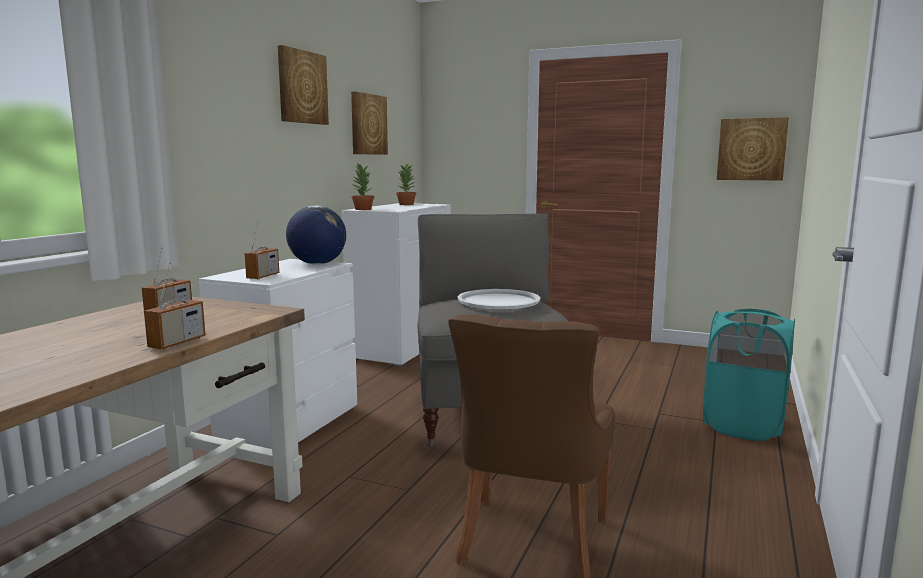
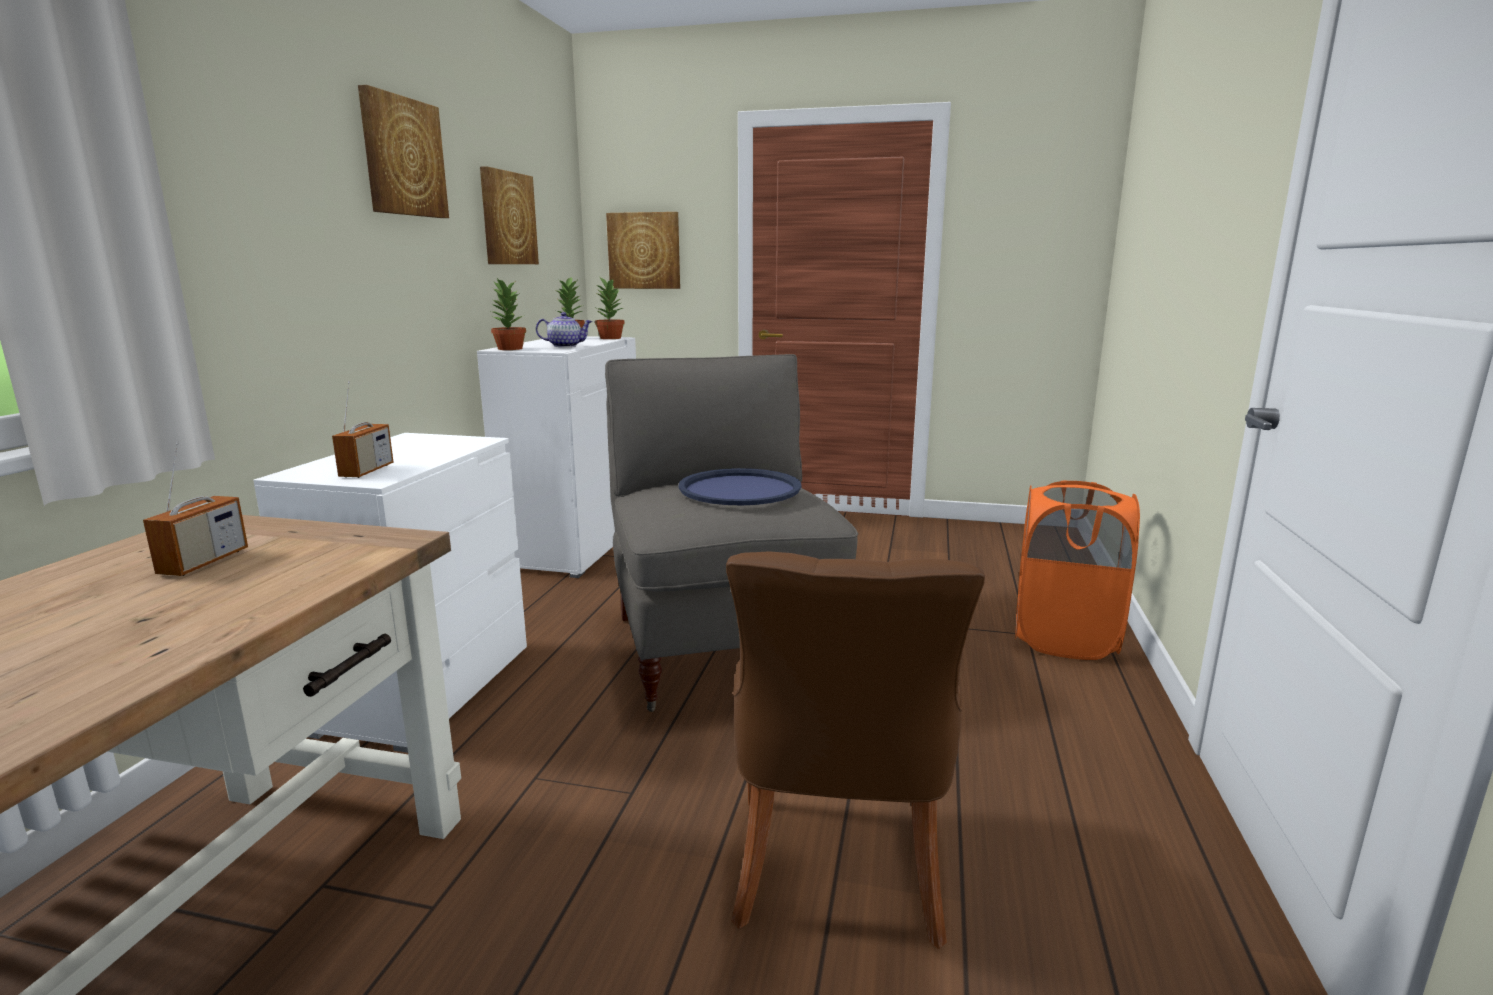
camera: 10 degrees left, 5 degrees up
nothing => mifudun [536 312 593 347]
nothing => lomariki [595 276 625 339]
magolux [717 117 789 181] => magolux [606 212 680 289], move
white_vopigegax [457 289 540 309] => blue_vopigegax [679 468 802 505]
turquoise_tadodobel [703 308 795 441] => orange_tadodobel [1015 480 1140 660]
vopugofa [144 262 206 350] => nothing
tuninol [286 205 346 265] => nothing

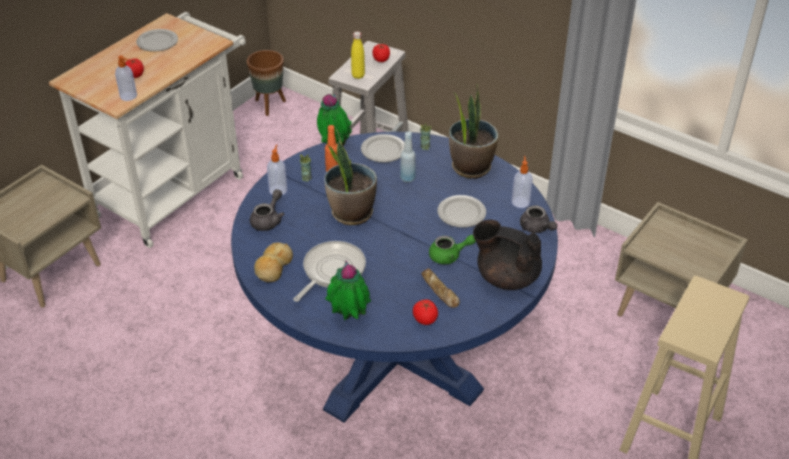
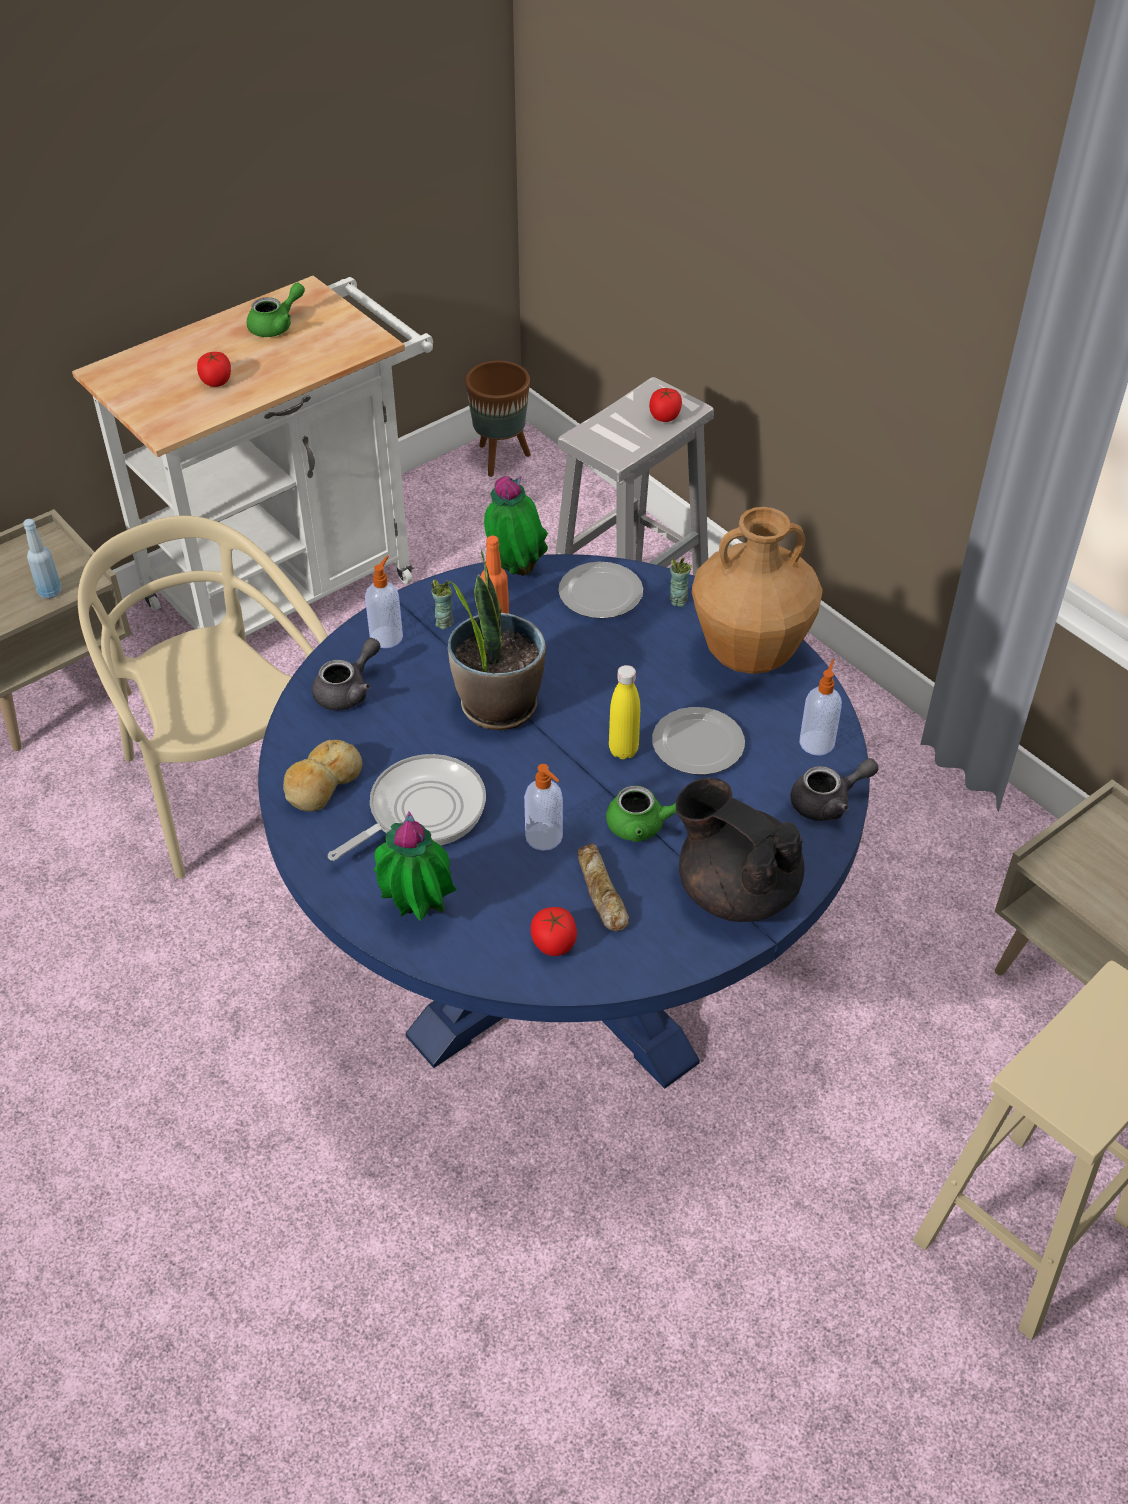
camera: 15 degrees right, 5 degrees up
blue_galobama [400 132 416 183] => blue_galobama [23 519 62 599], move
nothing => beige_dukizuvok [78 516 328 879]
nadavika [136 29 178 52] => green_mifudun [247 283 305 337]
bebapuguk [115 55 137 101] => bebapuguk [524 764 563 851], move
yellow_galobama [351 31 365 79] => yellow_galobama [609 665 640 759], move
lomariki [449 84 498 179] => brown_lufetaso [692 507 823 674]
grey_mifudun [520 205 557 233] => grey_mifudun [790 758 879 821], 90 degrees counterclockwise

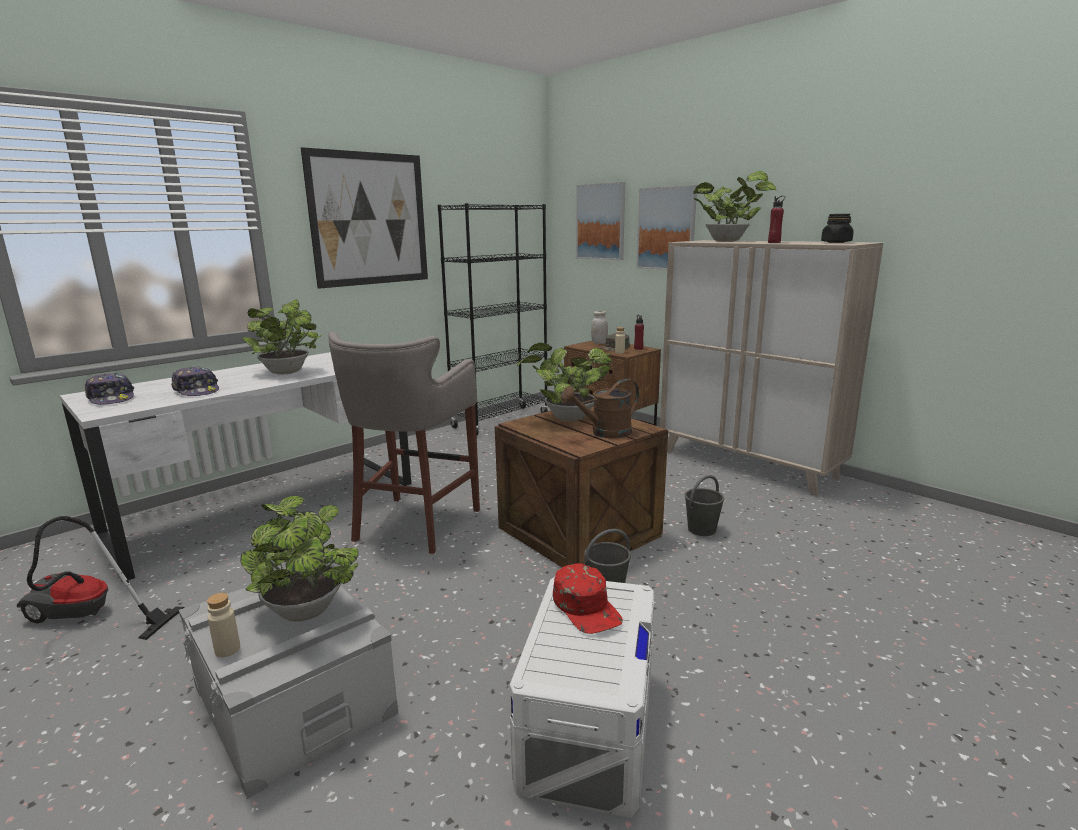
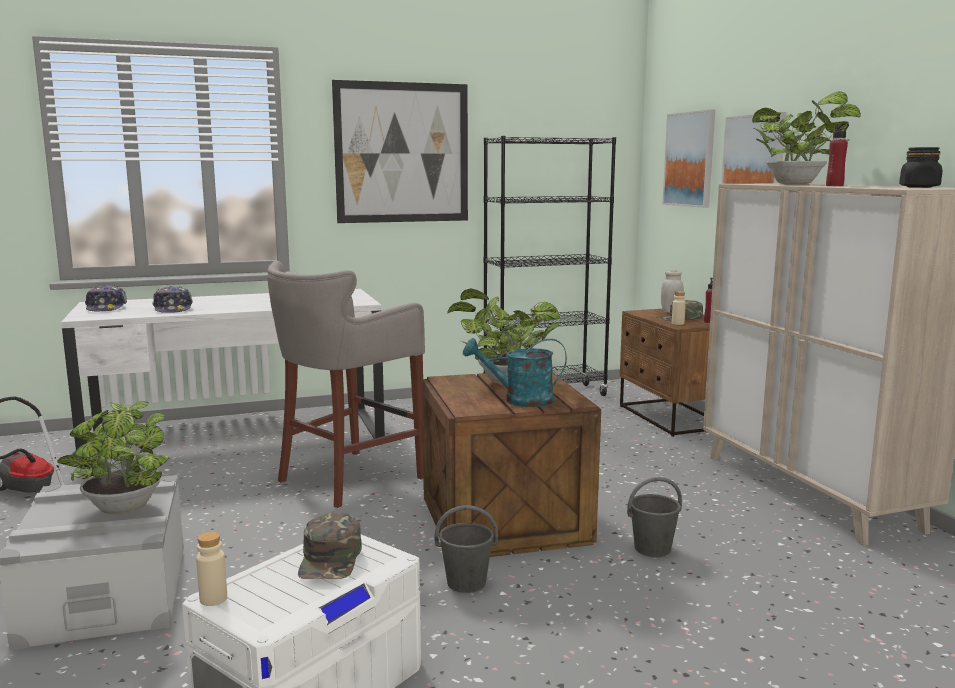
camera: 25 degrees right, 5 degrees down
beige_galobama [207 593 240 657] => beige_galobama [196 531 227 606], move
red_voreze [553 563 623 634] => green_voreze [298 512 362 579]
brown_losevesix [561 379 639 438] => turquoise_losevesix [463 338 567 407]
lomariki [242 299 322 374] => nothing

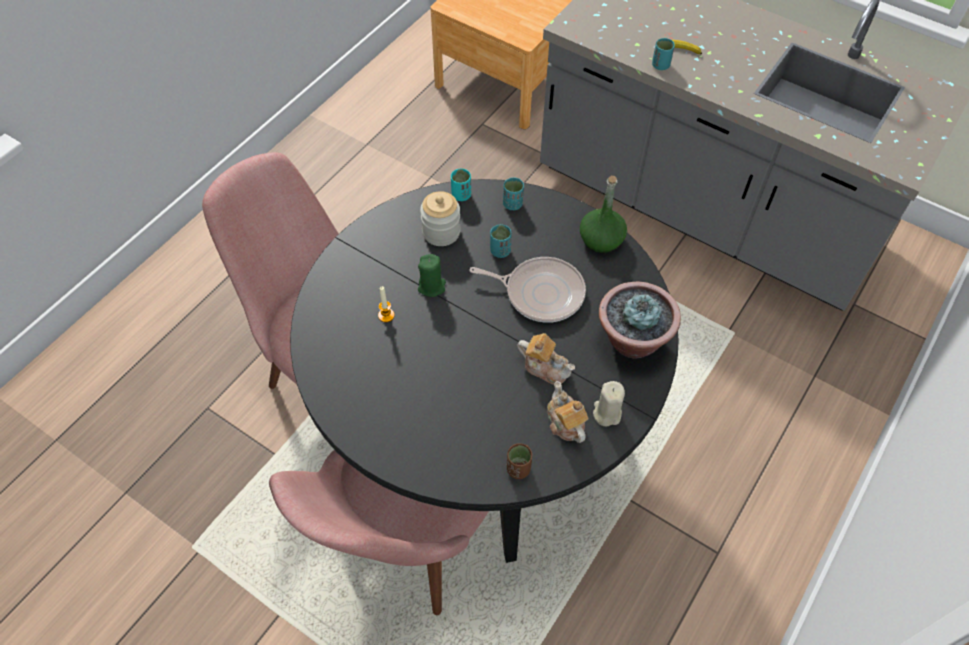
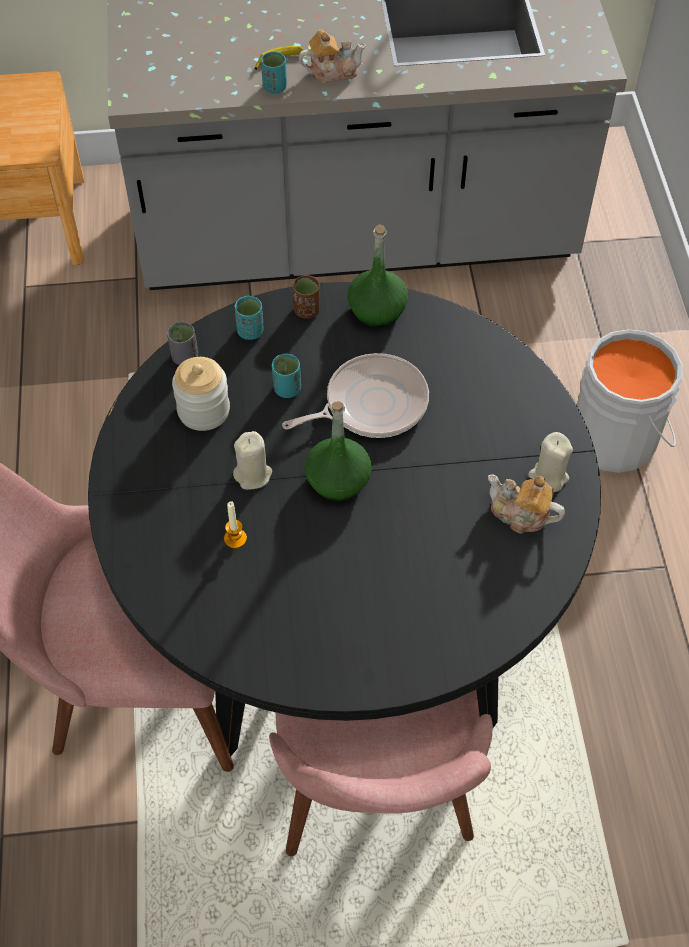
camera: 40 degrees left, 0 degrees up
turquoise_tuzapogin [451 168 471 201] => grey_tuzapogin [167 322 198 365]
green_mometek [418 254 446 297] => beige_mometek [233 431 272 490]
brown_tuzapogin [507 443 532 479] => brown_tuzapogin [293 275 320 319], move
mifudun [517 333 575 385] => mifudun [299 30 366 83], move
nothing => green_galobama [305 401 372 501]
nothing => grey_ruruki [577 329 683 473]
lomariki [599 281 681 358] => nothing

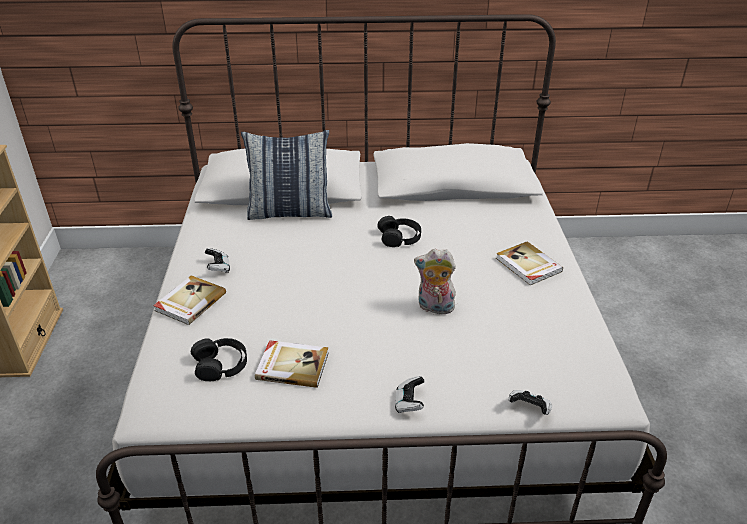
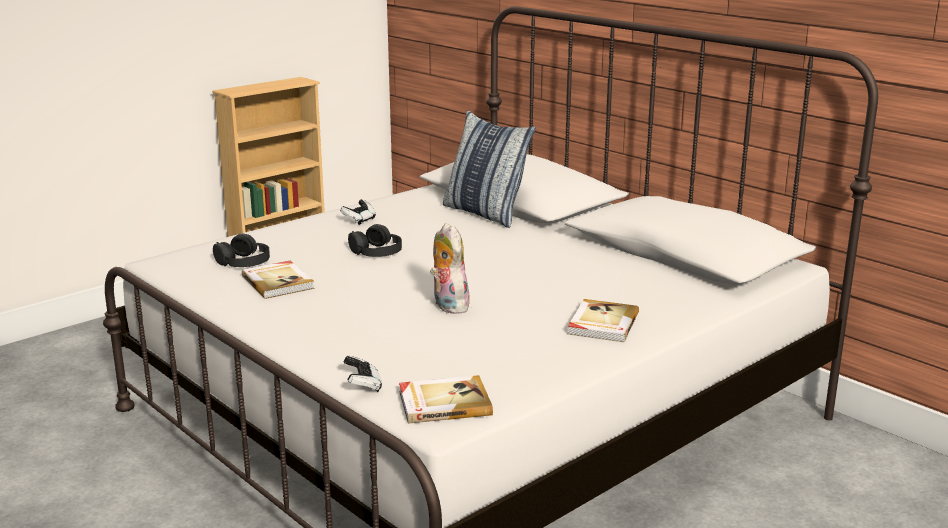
camera: 50 degrees right, 15 degrees down
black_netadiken [377 216 421 247] => black_netadiken [348 224 402 257], move
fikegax [153 275 226 325] => fikegax [399 375 493 424], move
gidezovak [395 376 425 413] => nothing

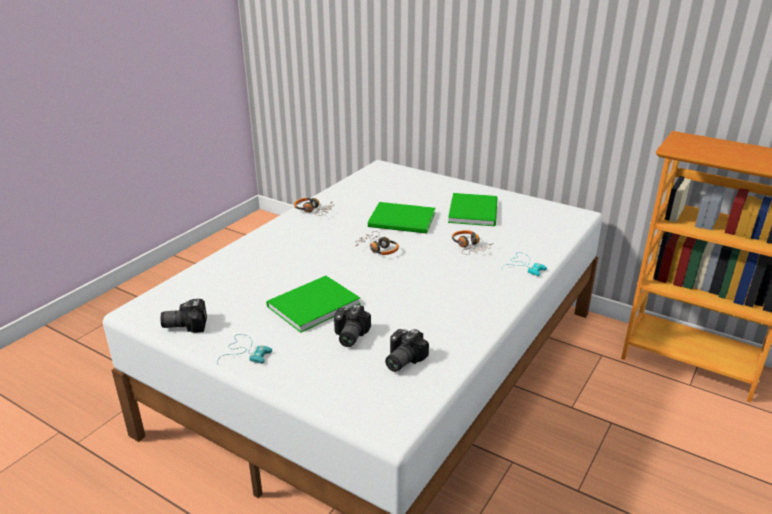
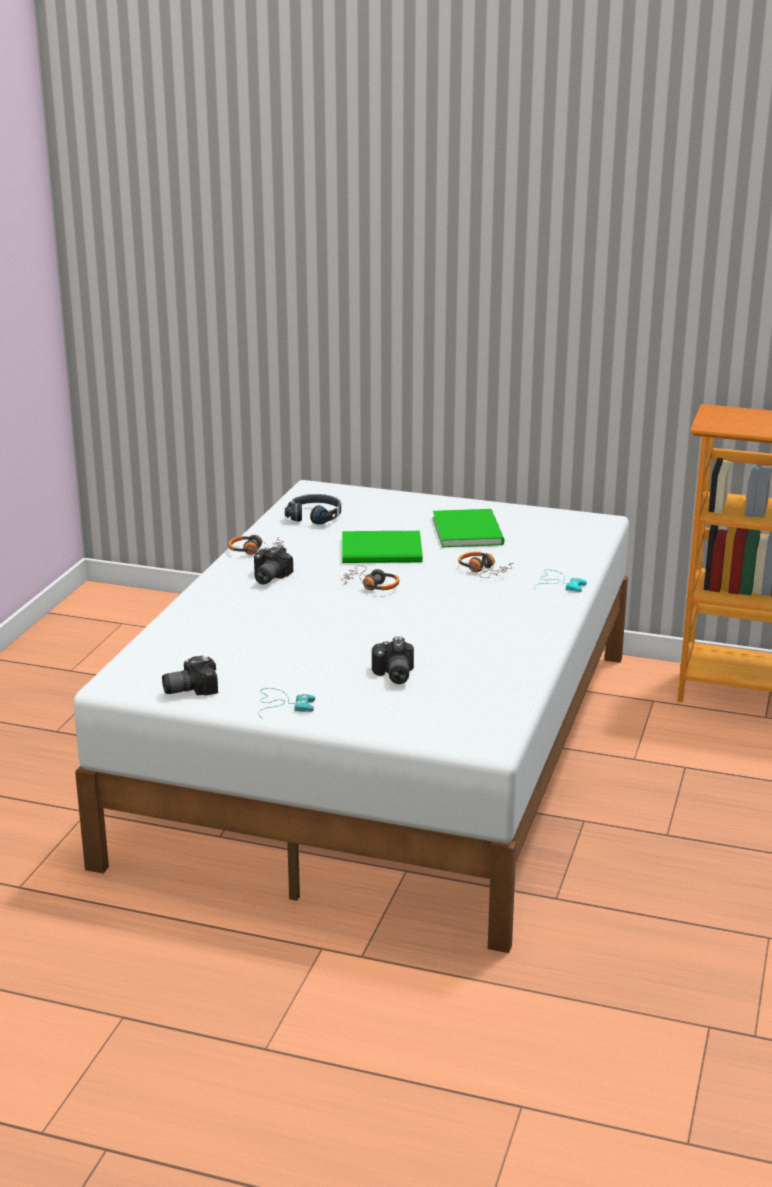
camera: 15 degrees left, 5 degrees down
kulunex [385 329 429 372] => kulunex [254 545 293 584], move
nothing => black_netadiken [285 494 341 524]
green_fikegax [266 276 361 333] => nothing

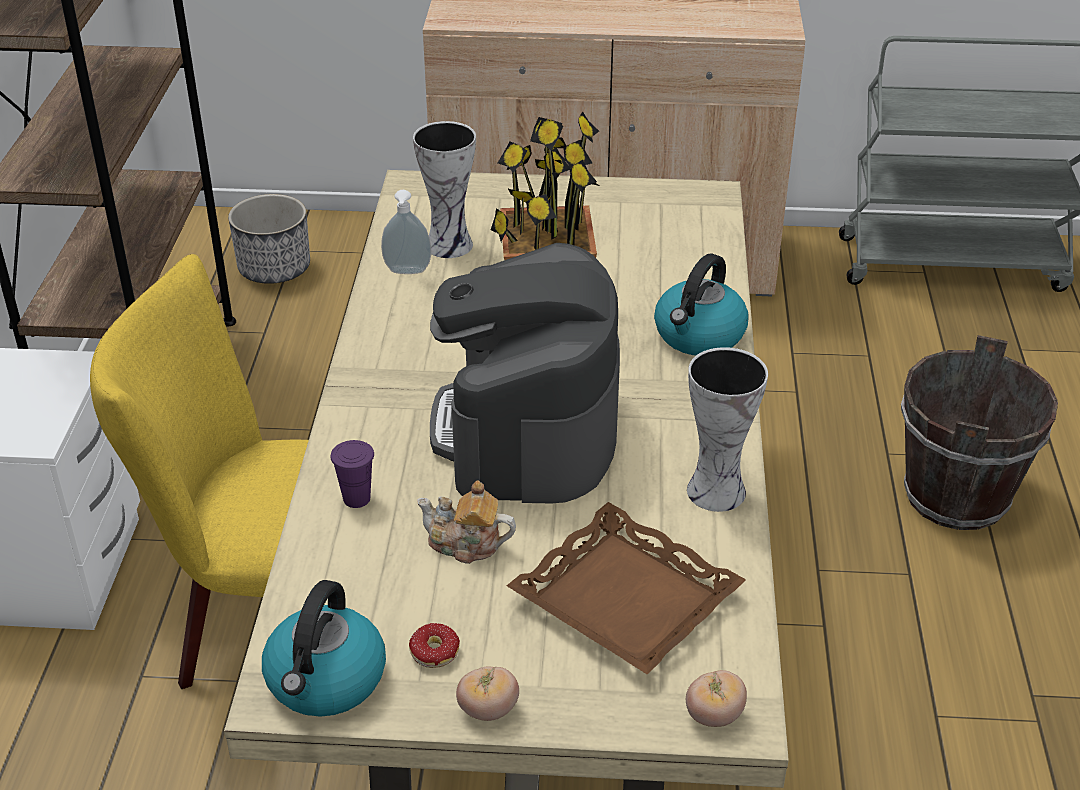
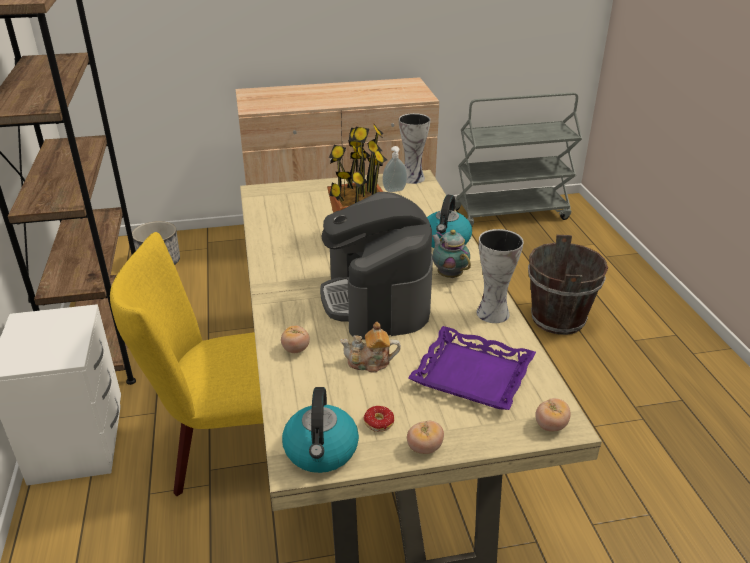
camera: 15 degrees left, 5 degrees down
purple_tuzapogin [330 440 374 508] => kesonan [281 326 310 353]
bebapuguk [381 190 431 274] => bebapuguk [382 146 407 192], move
lufetaso [413 121 476 258] => lufetaso [399 113 431 184], move
brown_vopigegax [506 502 746 674] => purple_vopigegax [408 326 536 410]
nothing => mifudun [432 230 471 278]

